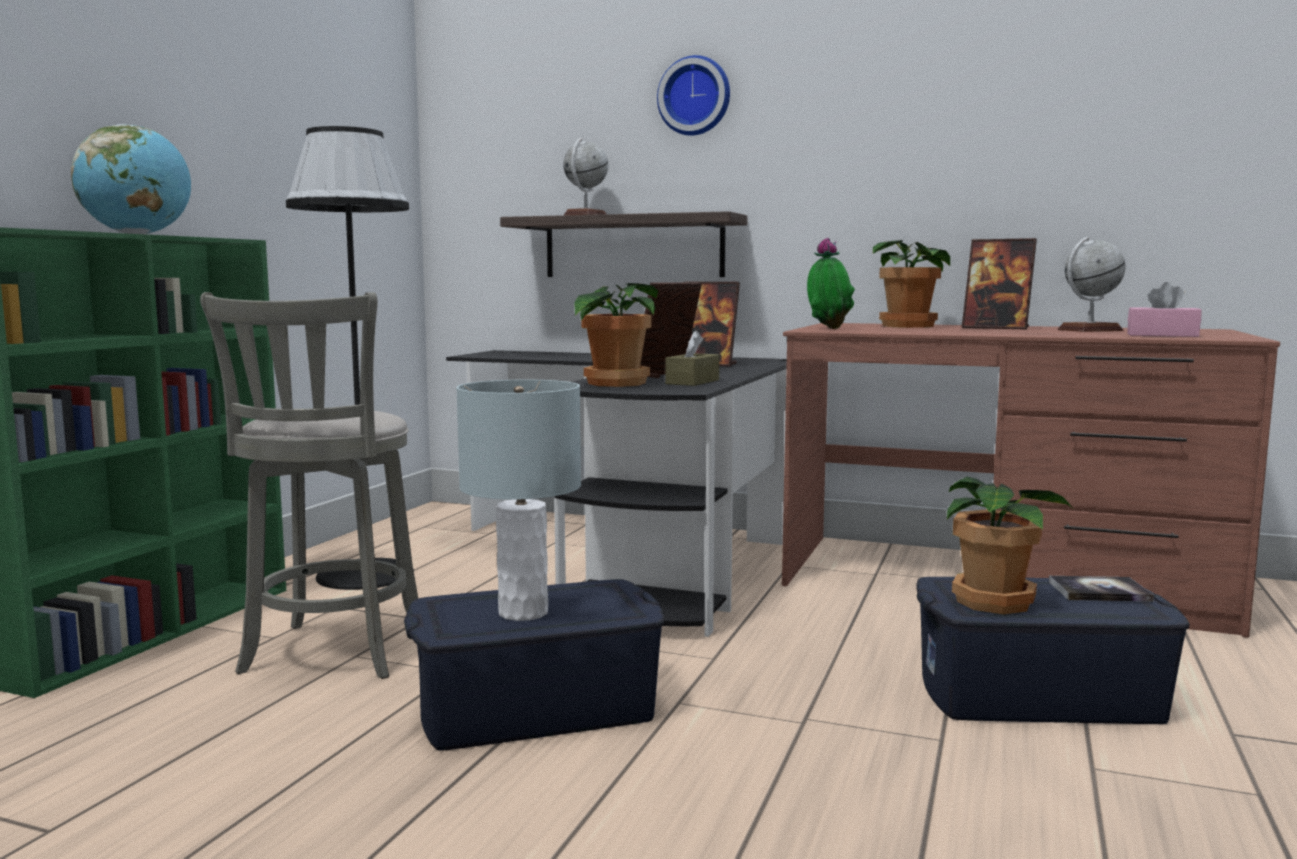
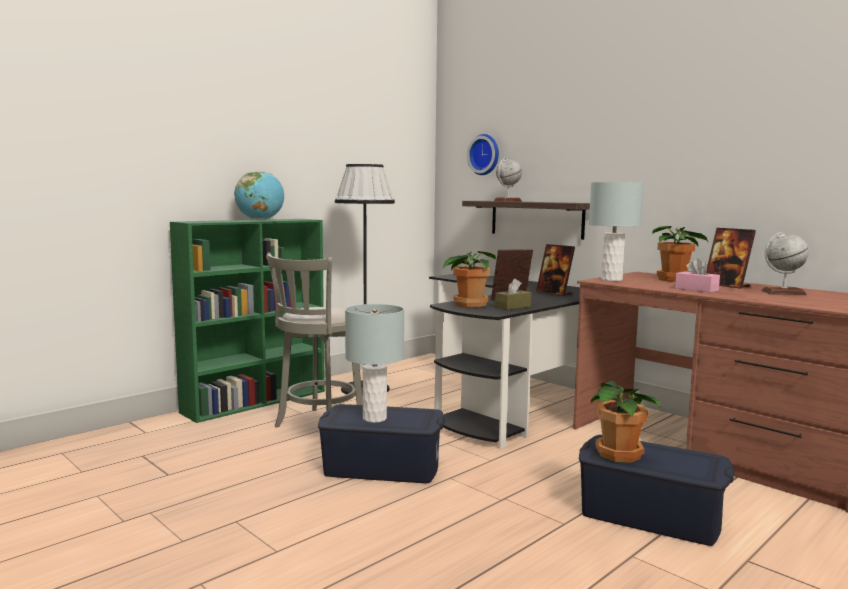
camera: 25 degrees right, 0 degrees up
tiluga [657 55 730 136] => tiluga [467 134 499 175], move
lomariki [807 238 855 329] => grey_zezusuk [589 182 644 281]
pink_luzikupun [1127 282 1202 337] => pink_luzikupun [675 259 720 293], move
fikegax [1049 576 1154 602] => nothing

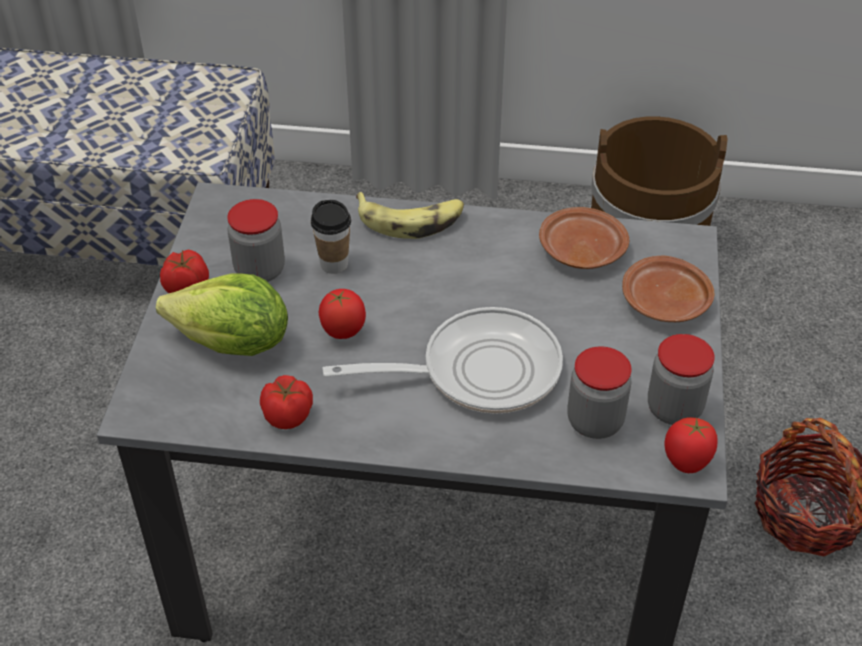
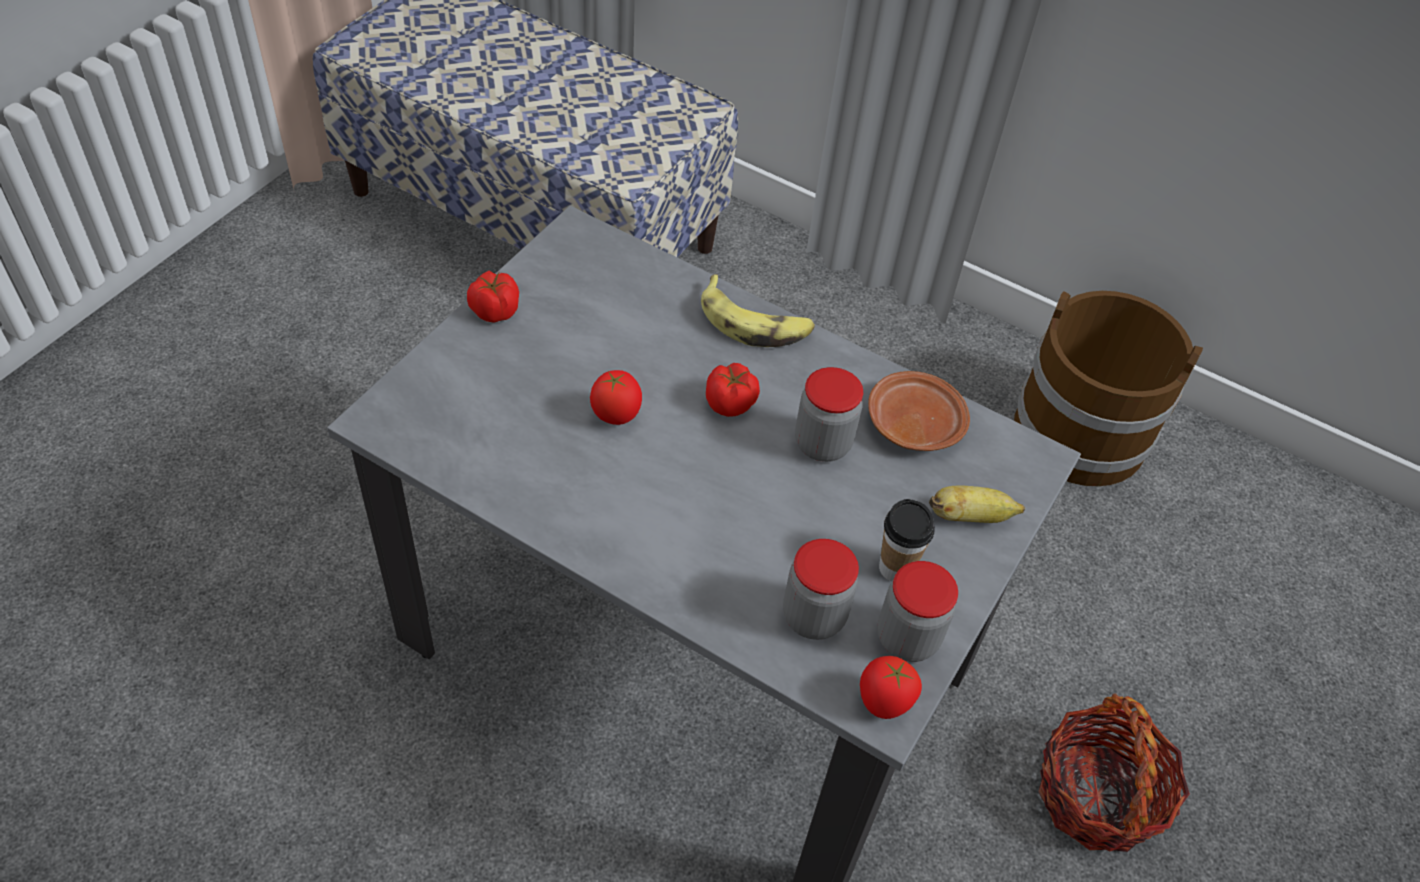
camera: 20 degrees right, 5 degrees up
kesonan [260 375 313 429] => kesonan [706 363 760 417], move
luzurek [227 199 285 282] => luzurek [795 367 863 462], move
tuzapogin [311 200 351 274] => tuzapogin [879 499 935 581], move
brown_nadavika [622 256 714 322] => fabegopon [929 486 1025 523]
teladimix [156 273 288 356] => nothing
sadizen [322 307 563 414] => nothing

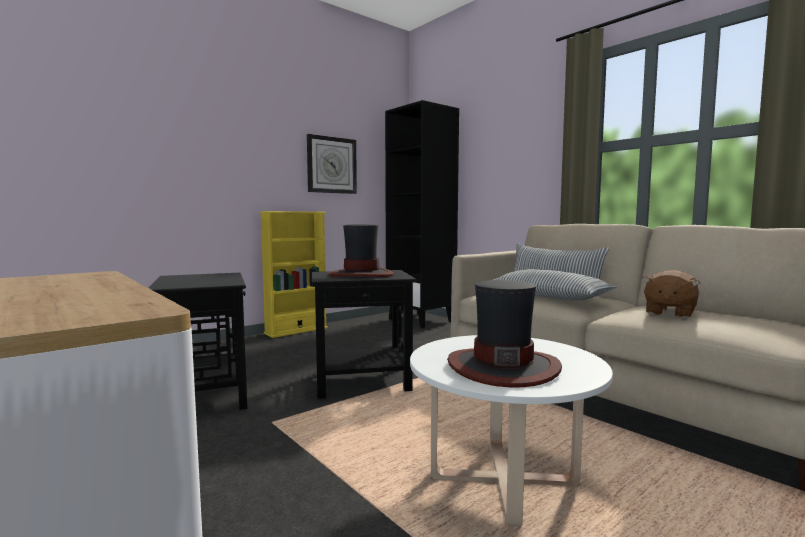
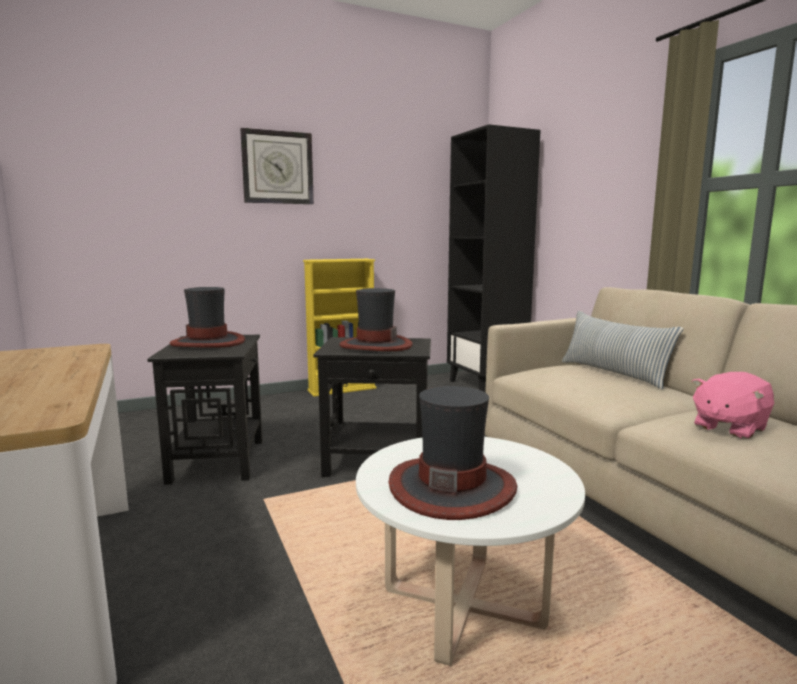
camera: 15 degrees right, 5 degrees up
nothing => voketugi [170 287 245 348]
tiluga [307 134 357 194] => tiluga [240 128 314 204], move
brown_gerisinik [642 270 700 318] => pink_gerisinik [692 372 774 439]
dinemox [493 269 617 300] => nothing

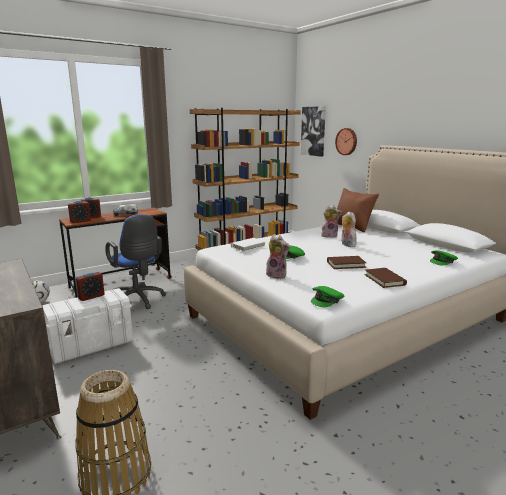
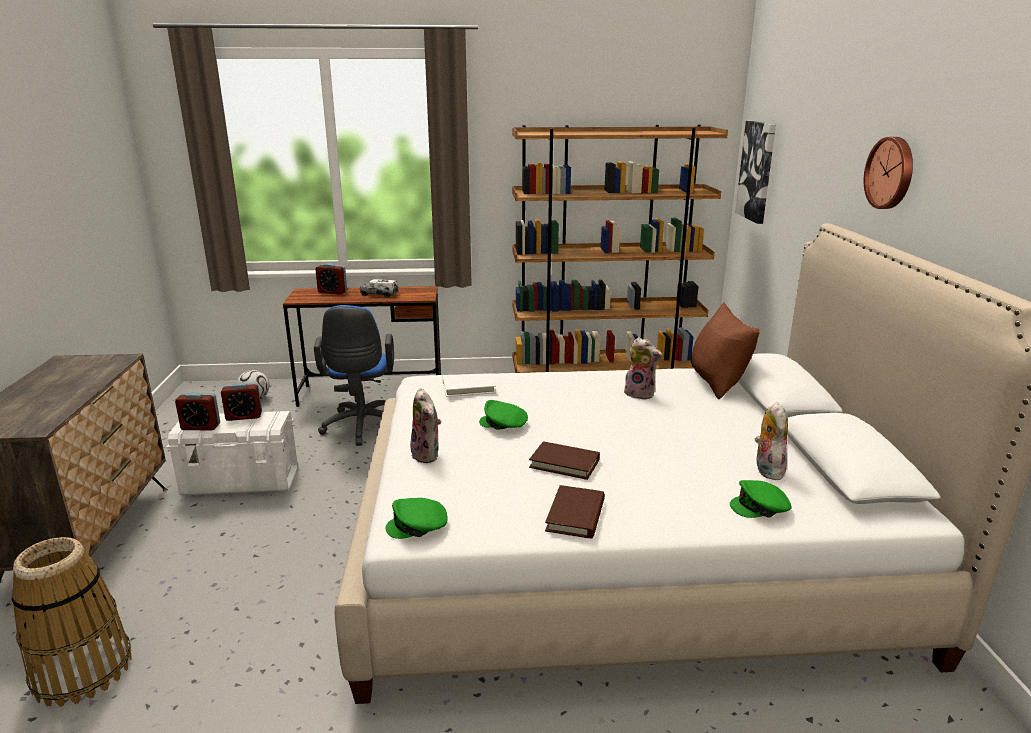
camera: 30 degrees right, 5 degrees up
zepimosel [68 201 91 223] => zepimosel [175 392 220 430], move
gerisinik [342 211 357 247] => gerisinik [755 402 788 480], move
tiluga [335 128 357 155] => tiluga [864 137 913 209], move

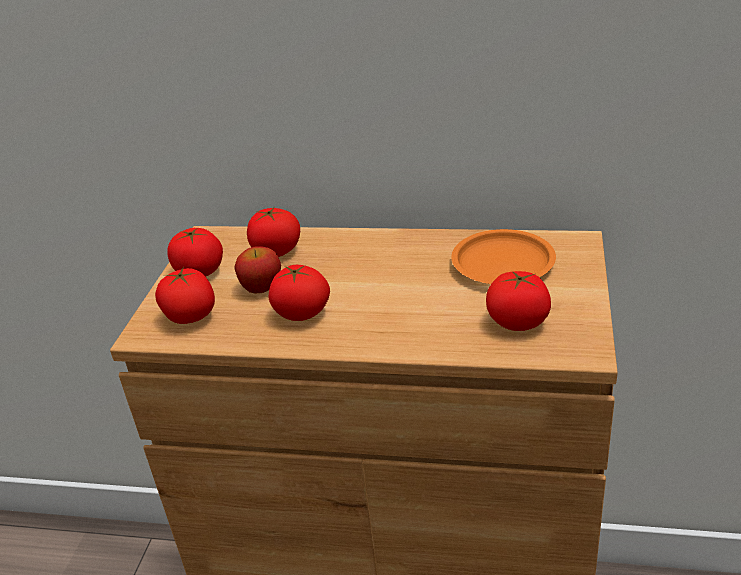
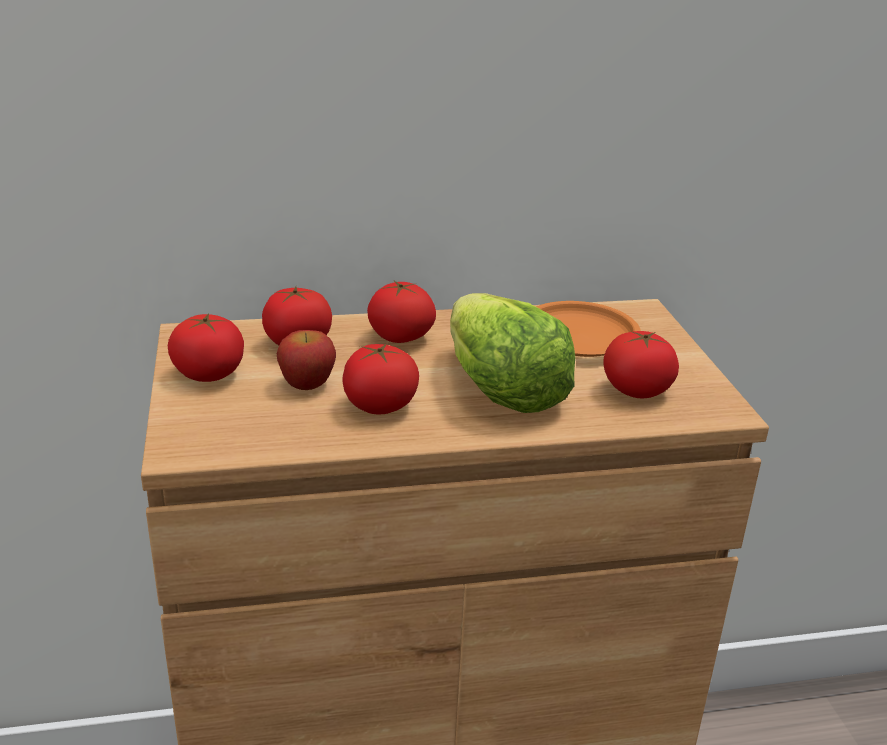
camera: 25 degrees left, 5 degrees down
kesonan [155 267 215 324] => kesonan [367 281 436 343], move
nothing => teladimix [450 293 575 413]

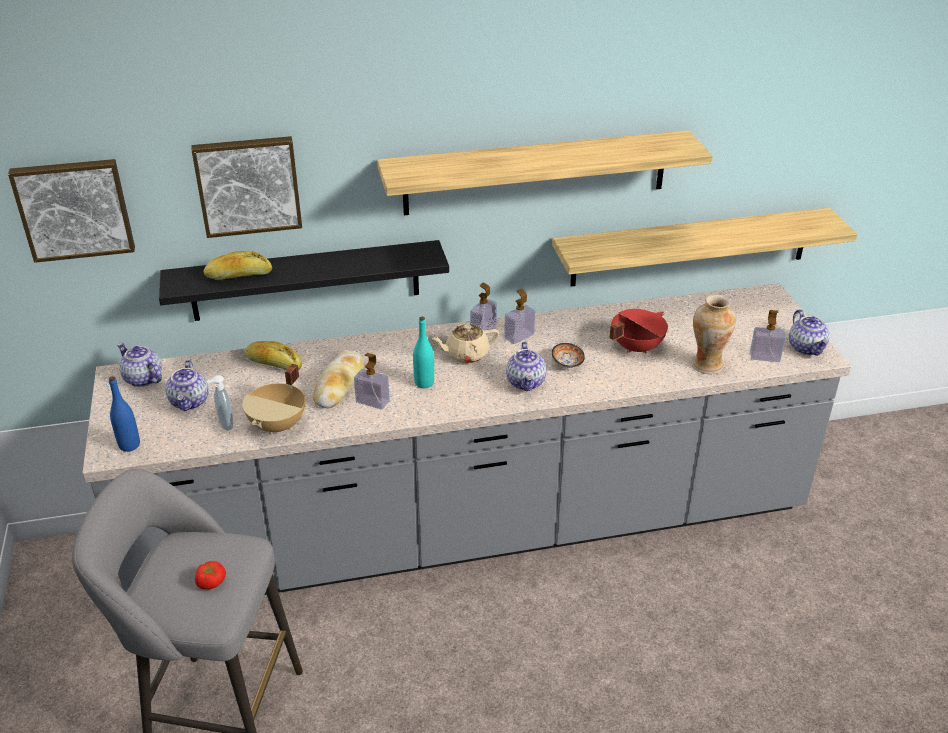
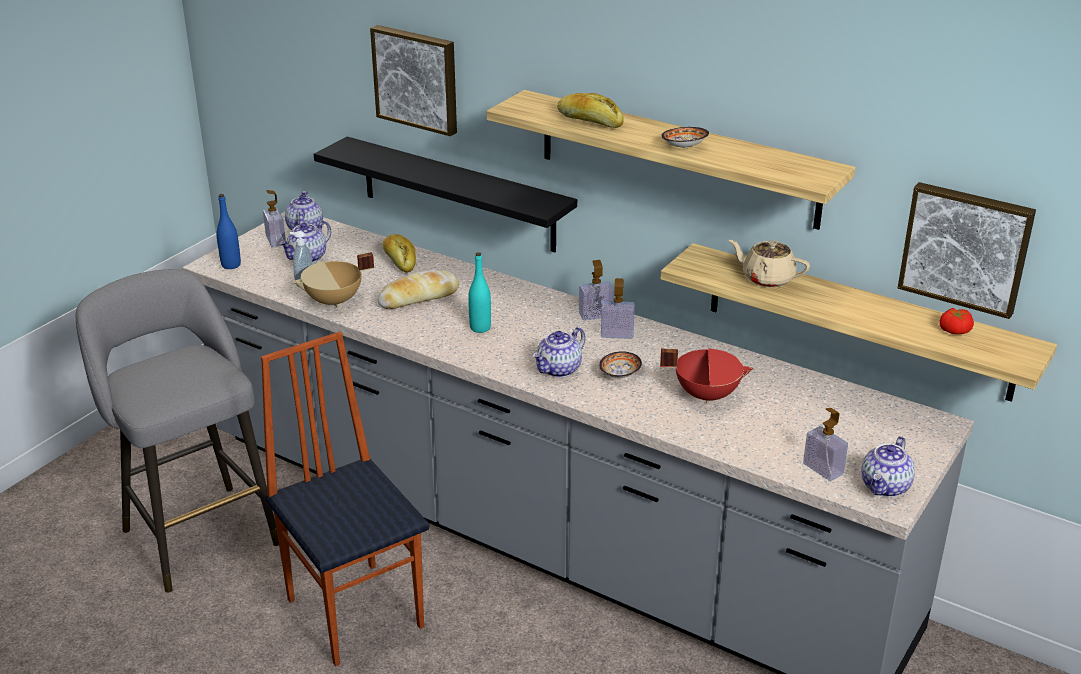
camera: 45 degrees right, 5 degrees down
nothing => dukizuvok [261 332 429 666]
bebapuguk [354 353 390 409] => bebapuguk [263 190 286 247], move
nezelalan [203 251 272 280] => nezelalan [557 93 624 128], move
nothing => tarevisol [662 127 709 148]
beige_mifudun [431 323 499 363] => beige_mifudun [728 240 810 287], move
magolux [8 159 135 263] => magolux [898 182 1036 319], move
kesonan [195 561 226 589] => kesonan [939 308 974 334], move
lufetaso [692 295 736 374] => nothing

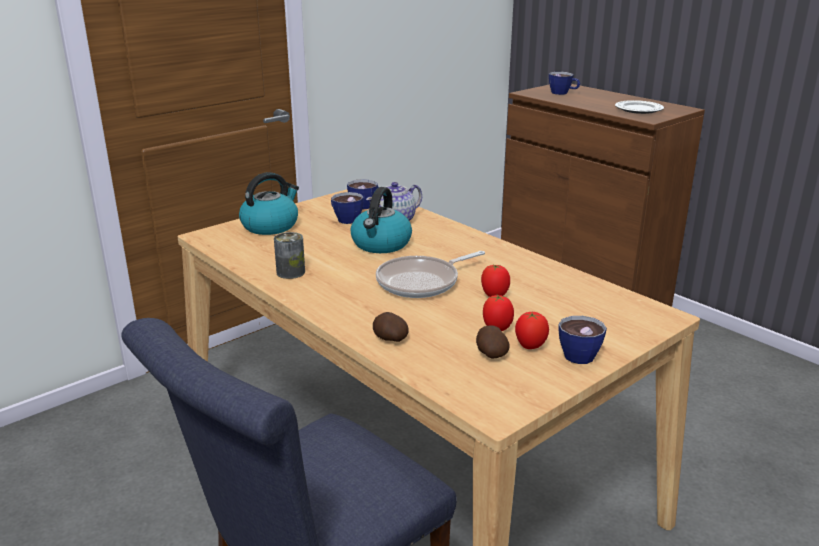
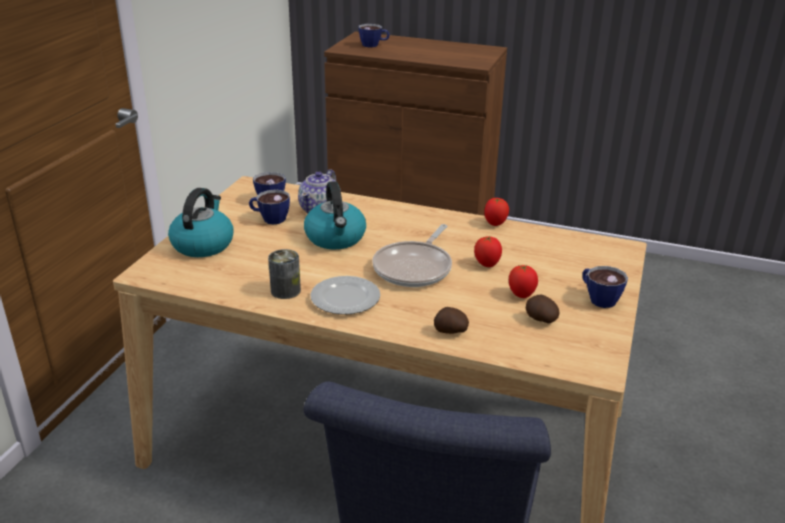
camera: 30 degrees left, 5 degrees up
nadavika [615 100 664 114] => nadavika [310 276 380 315], move
kesonan [515 312 549 349] => kesonan [484 198 509 226], move

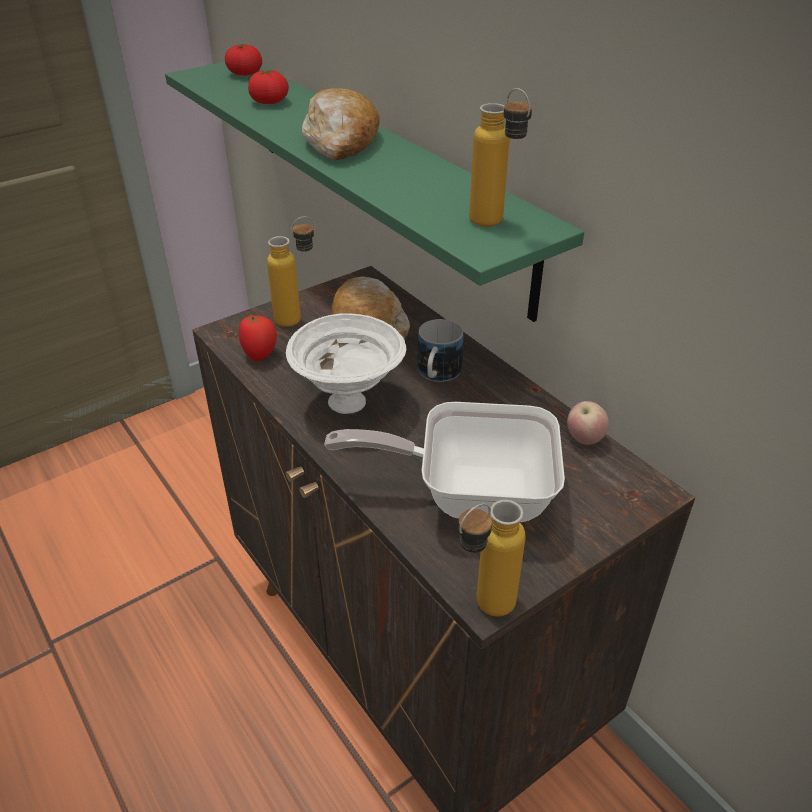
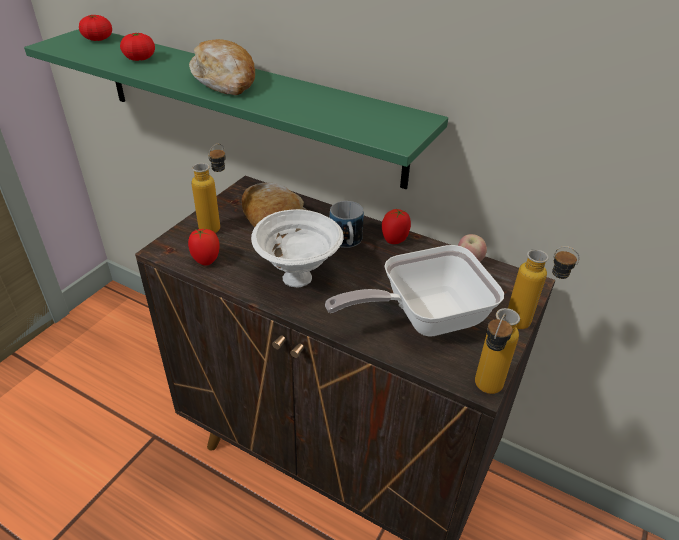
camera: 25 degrees left, 0 degrees up
nothing => kesonan [382 209 411 244]
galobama [469 88 532 227] => galobama [508 246 579 329], move

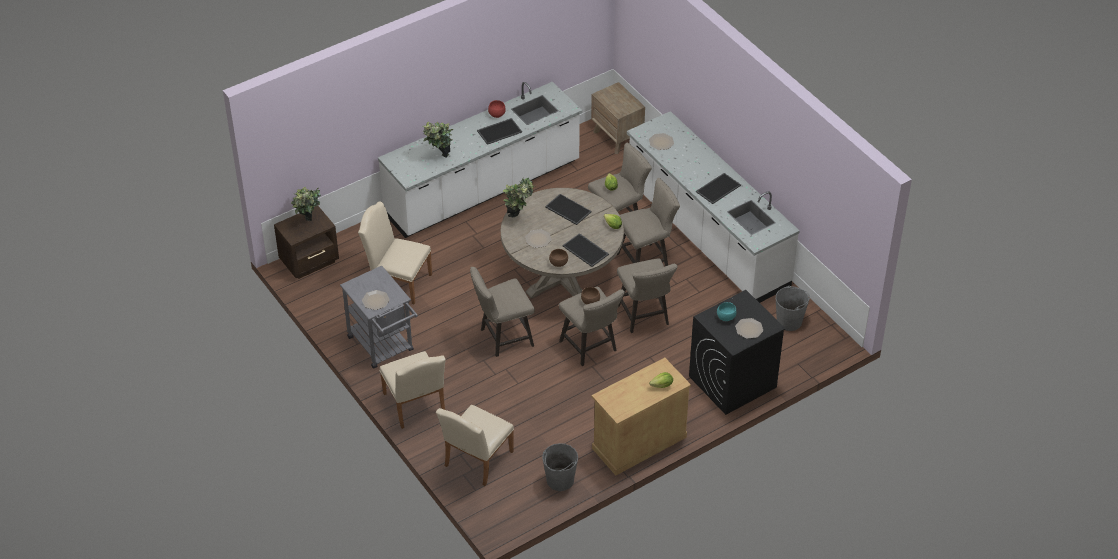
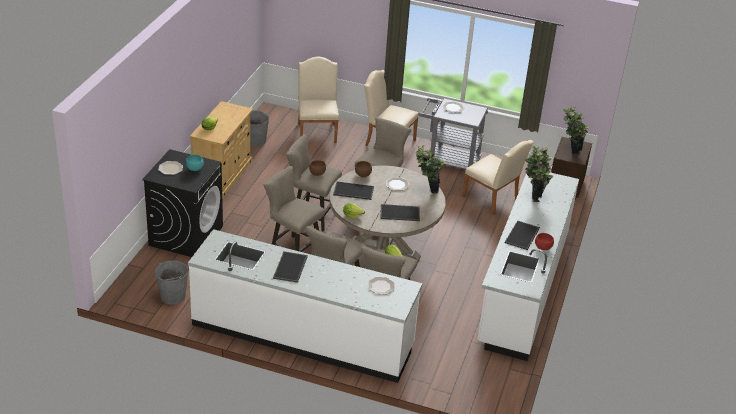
camera: 140 degrees right, 10 degrees down
beige_dukizuvok [358 201 432 304] => beige_dukizuvok [462 140 534 215], 60 degrees clockwise
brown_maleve [591 82 645 154] => nothing

